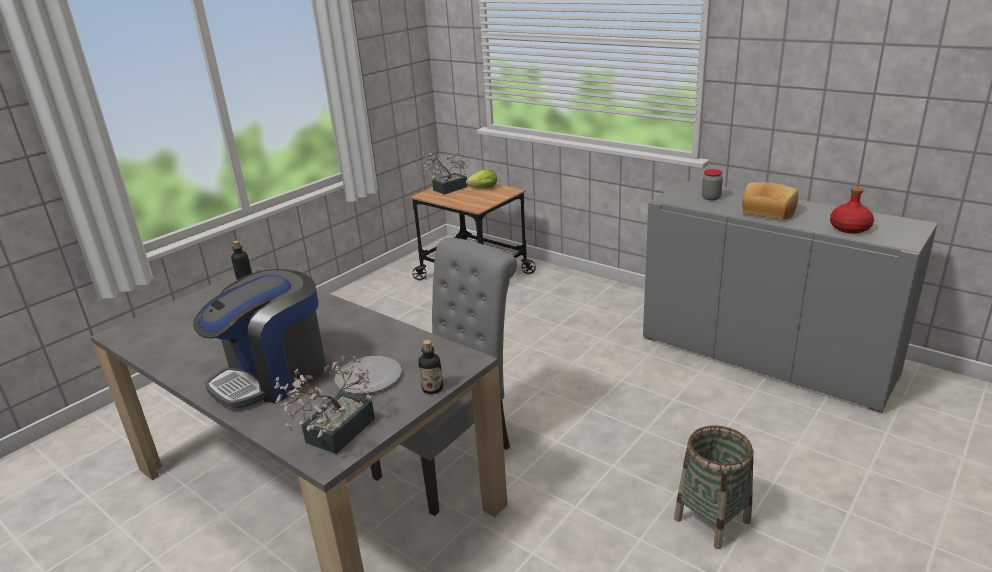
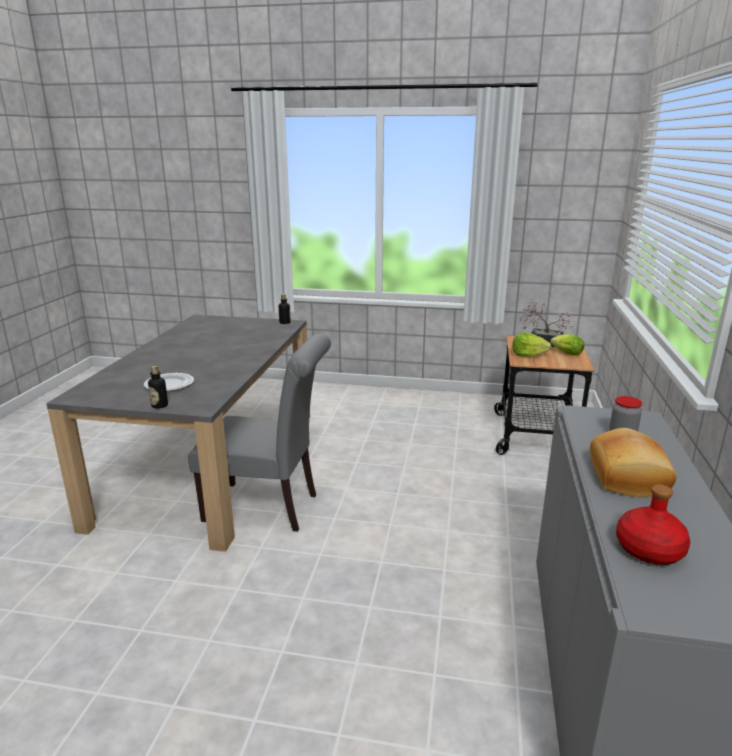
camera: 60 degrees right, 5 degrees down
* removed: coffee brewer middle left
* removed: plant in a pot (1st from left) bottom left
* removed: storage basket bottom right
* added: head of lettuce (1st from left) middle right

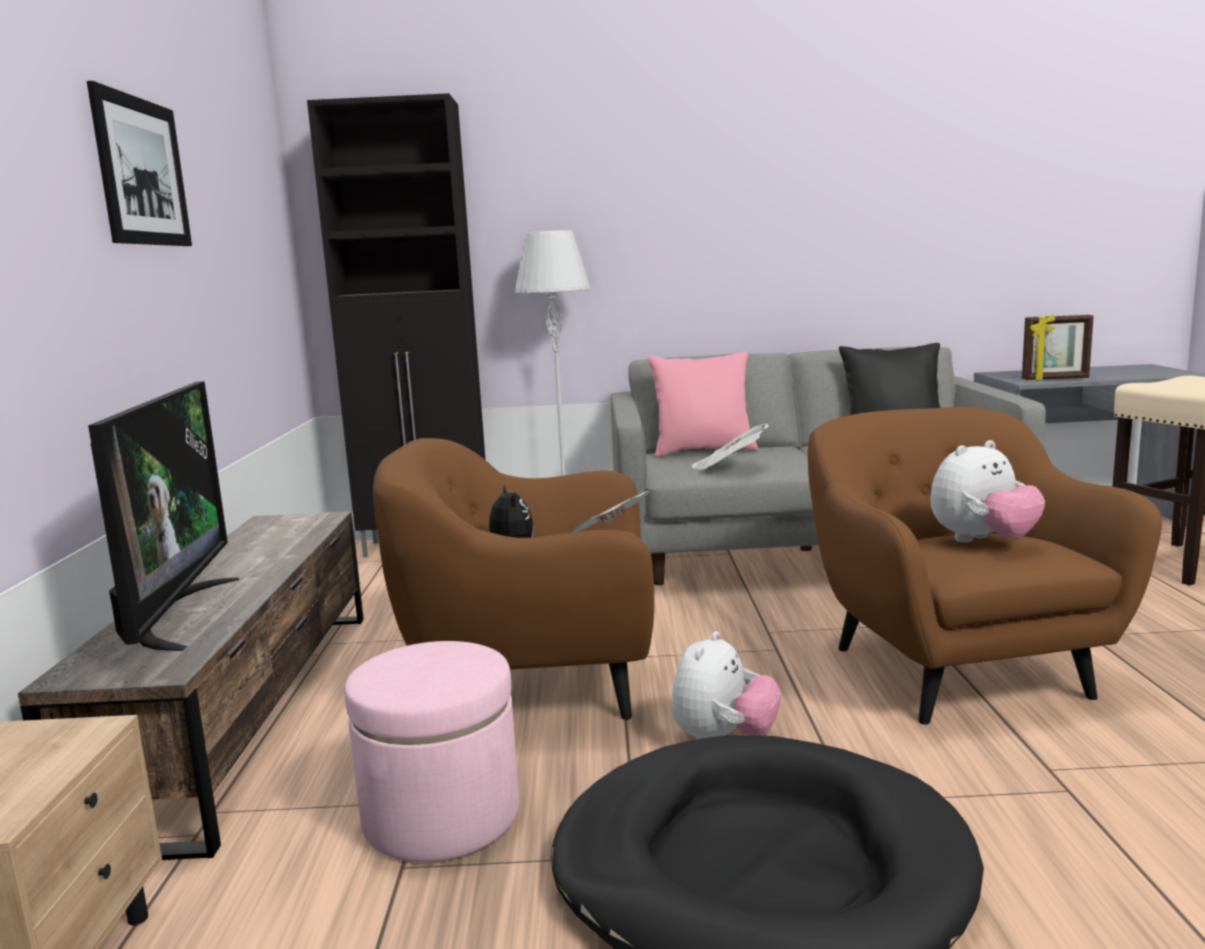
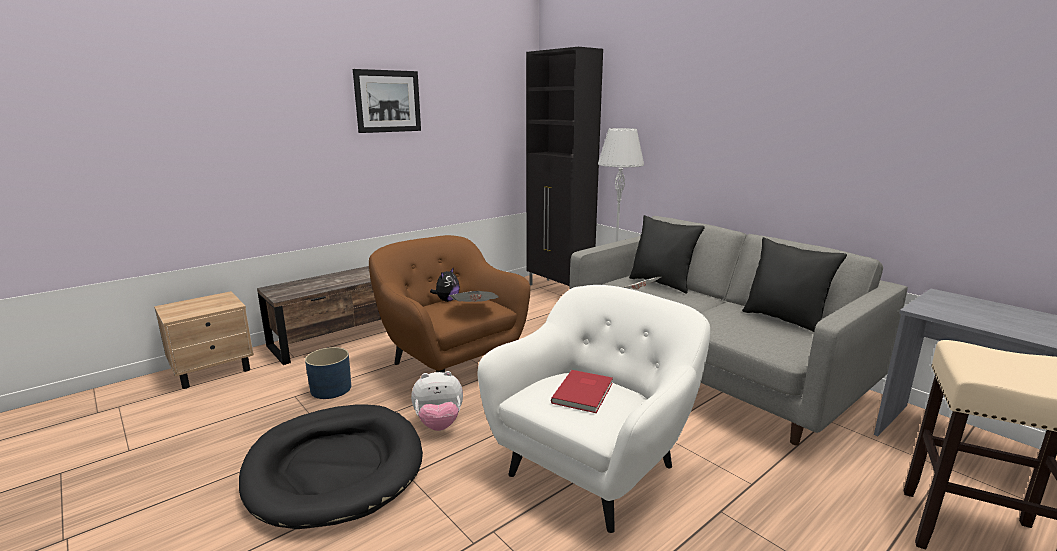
camera: 50 degrees right, 5 degrees up
* removed: television middle left
* replaced: pink pouffe bottom centre to blue-coloured plant pot bottom left
* recoloured: pink cushion centre to blackish cushion (1st from left) centre
* recoloured: brown-coloured armchair (2nd from left) middle right to white-coloured armchair bottom centre
* replaced: cuddly toy (3rd from left) middle right to red-coloured bound book bottom centre
* removed: photo frame middle right

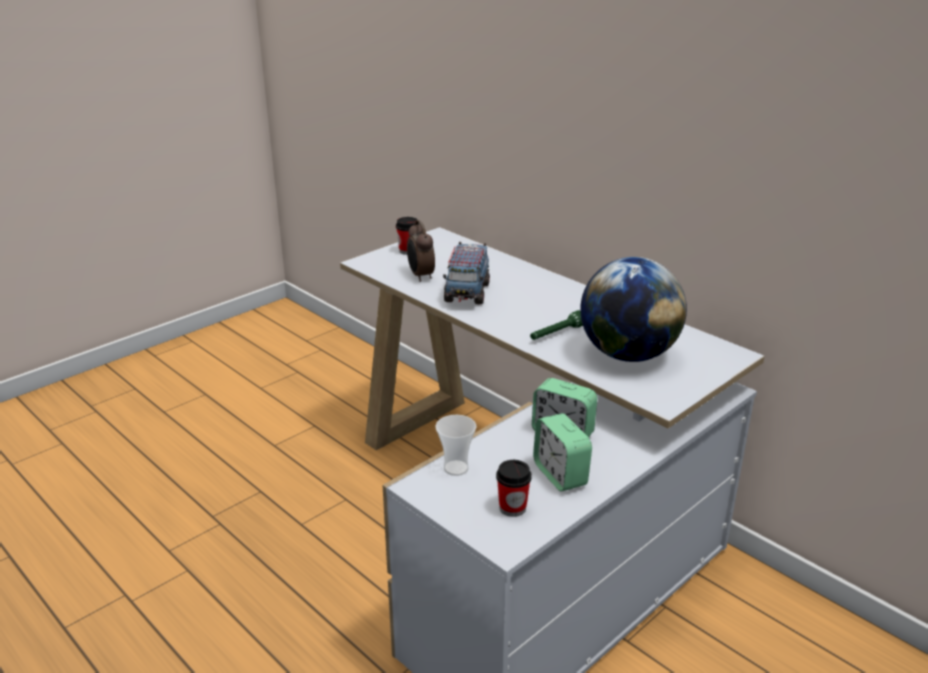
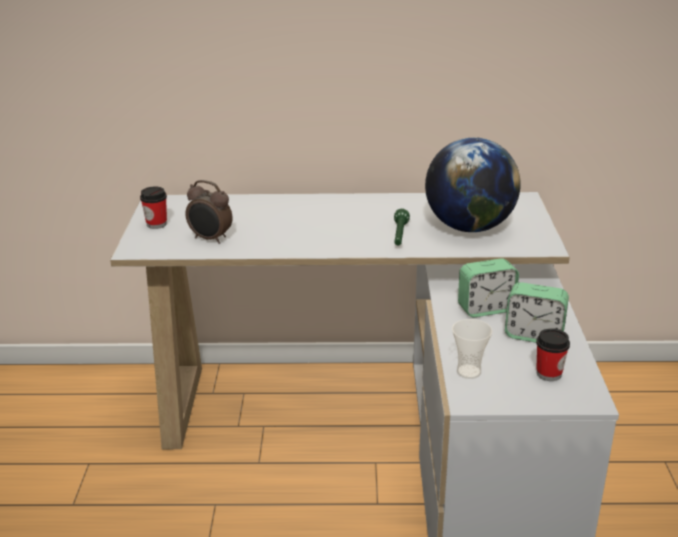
camera: 45 degrees left, 0 degrees up
* removed: toy lorry centre

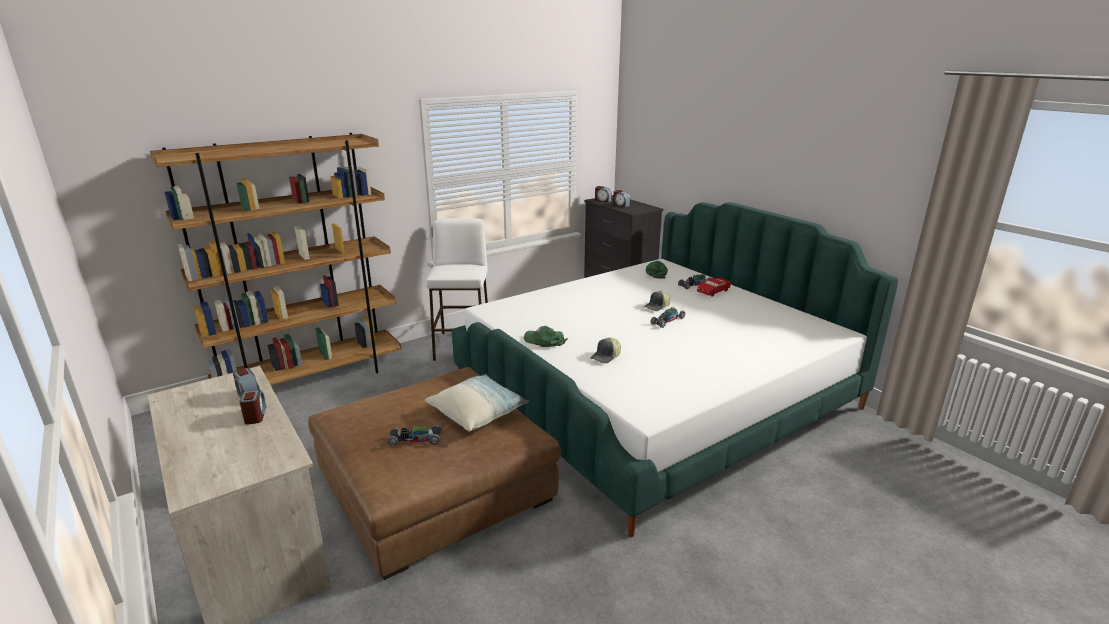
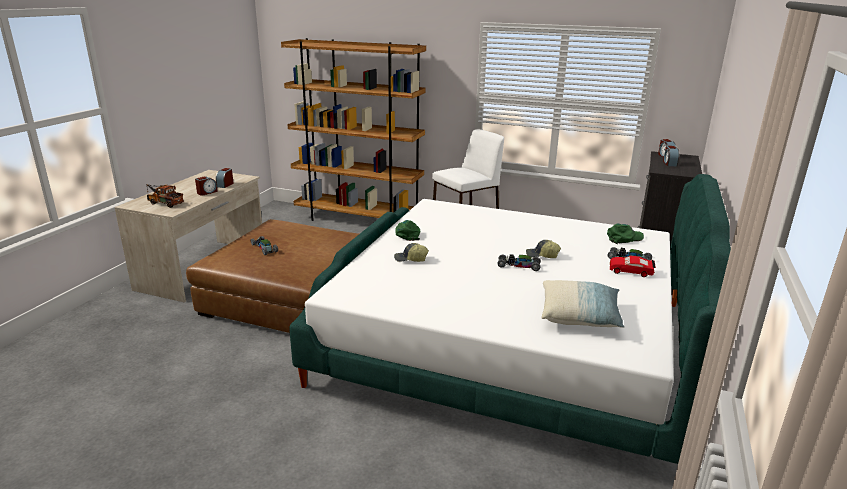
camera: 55 degrees right, 0 degrees up
* moved: cushion centre to middle right
* added: toy lorry middle left

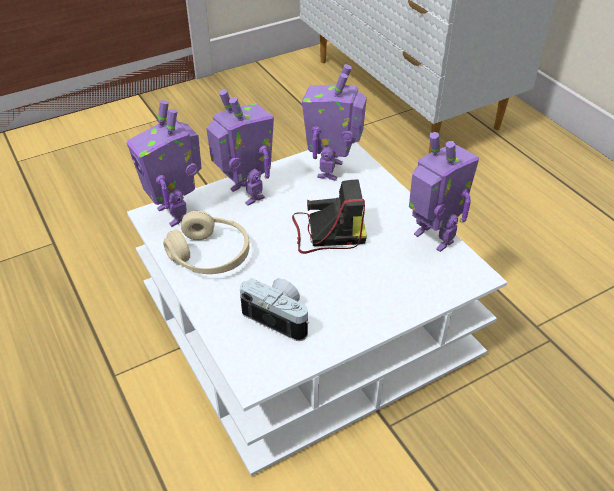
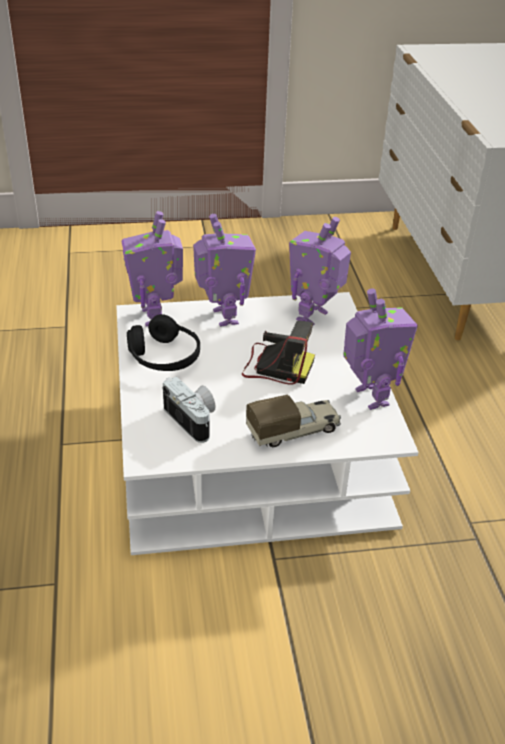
camera: 20 degrees right, 5 degrees down
* recoloured: beige-coloured headphones centre to blackish headphones middle left
* added: toy lorry centre

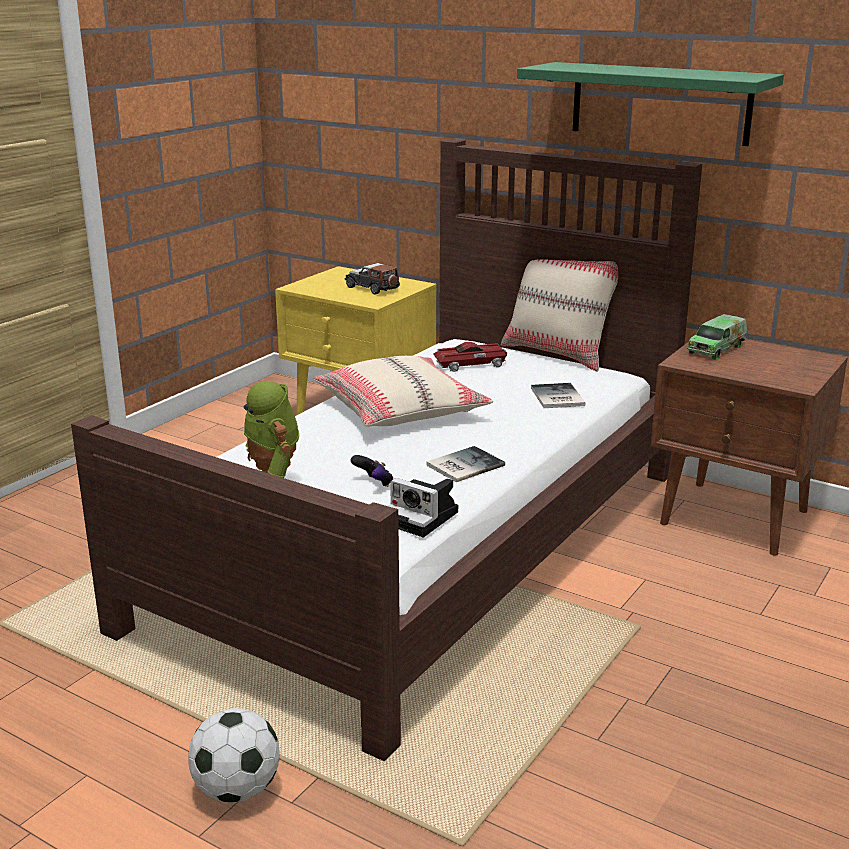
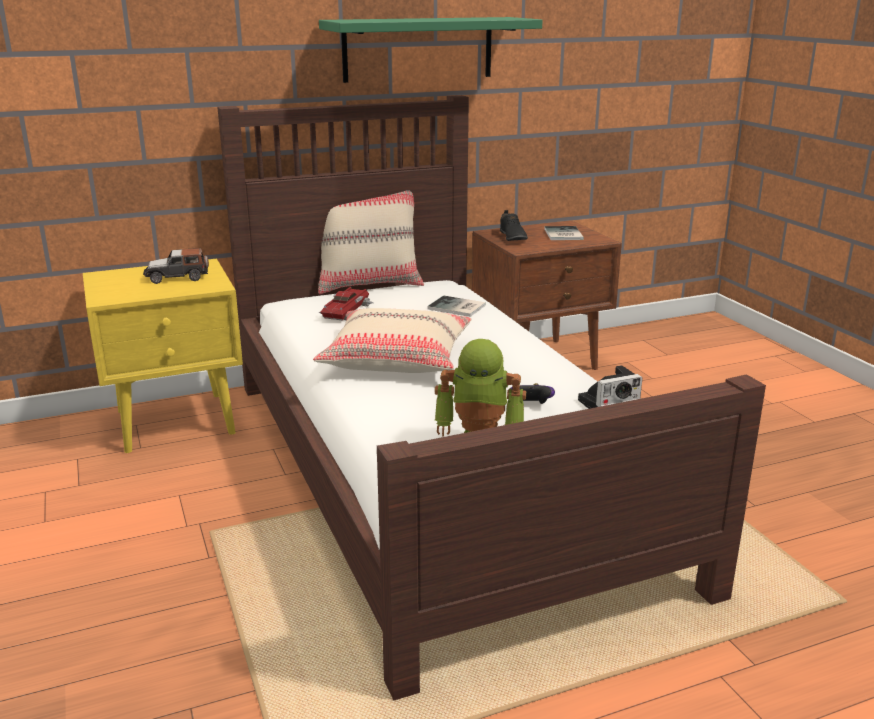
camera: 55 degrees left, 0 degrees up
* removed: football bottom left
* moved: bound book (1st from left in the first image) centre to bound book (2nd from left) top centre
* replaced: toy lorry middle right to blackish low shoe top centre

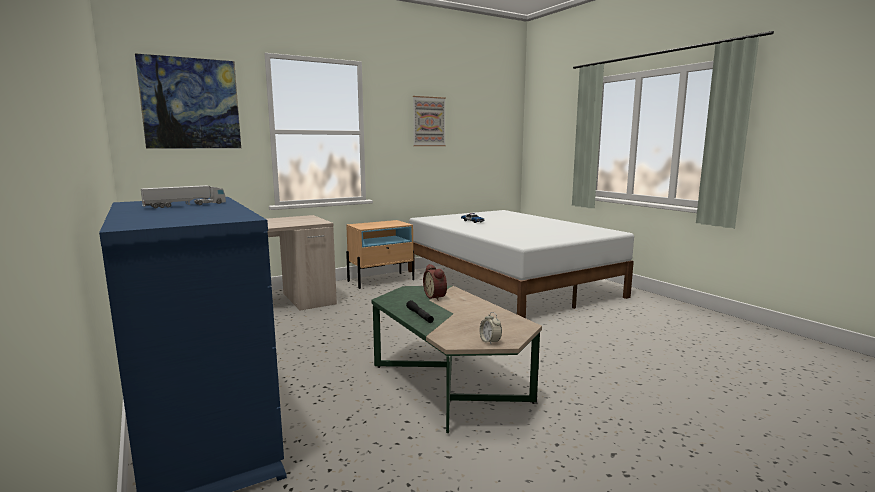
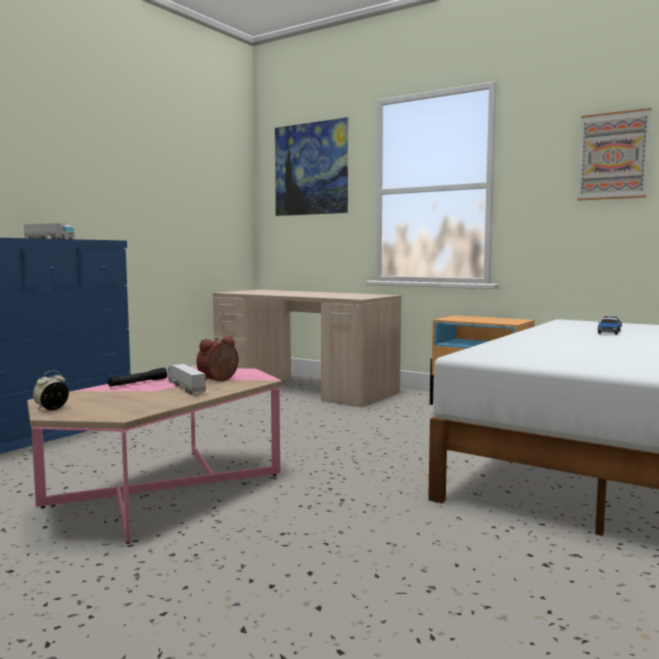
camera: 65 degrees right, 5 degrees down
* recoloured: green coffee table bottom centre to pink coffee table bottom left
* added: toy lorry (2nd from left) middle left

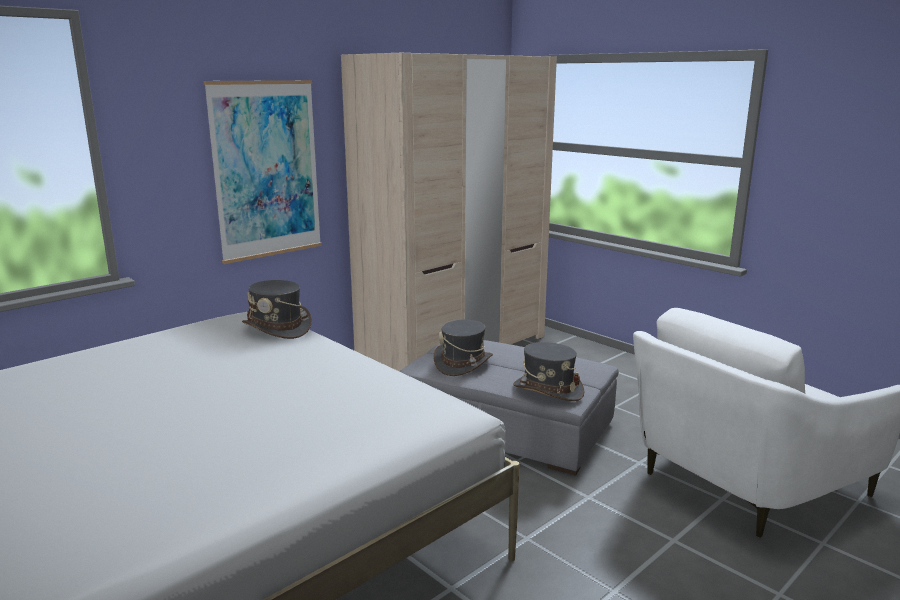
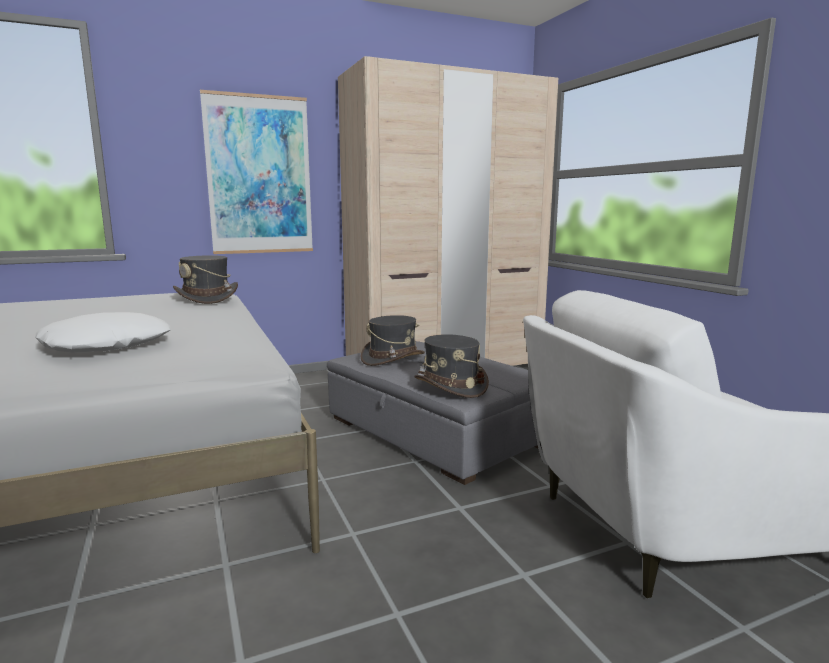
camera: 20 degrees right, 5 degrees down
* added: white-coloured cushion middle left

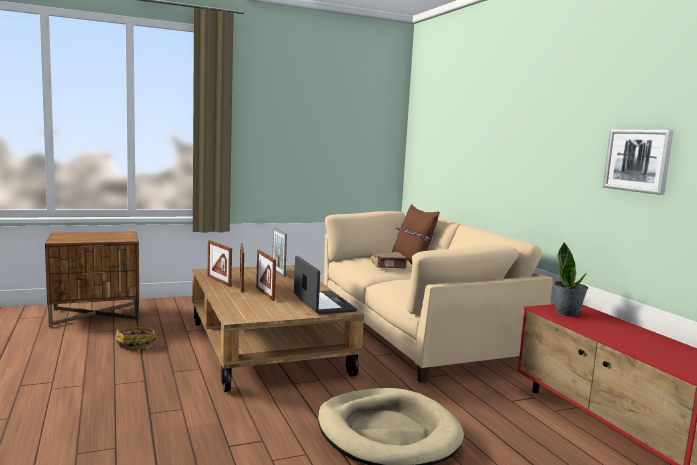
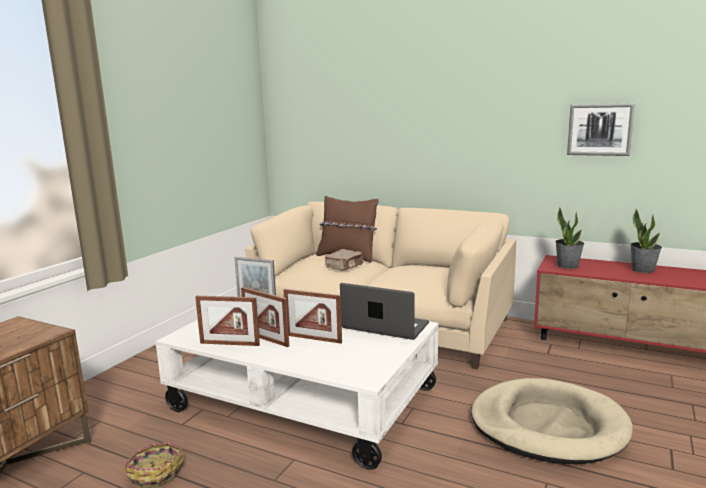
camera: 40 degrees left, 5 degrees up
* recoloured: brown-coloured coffee table bottom centre to white-coloured coffee table bottom centre
* added: plant in a pot (2nd from left) middle right

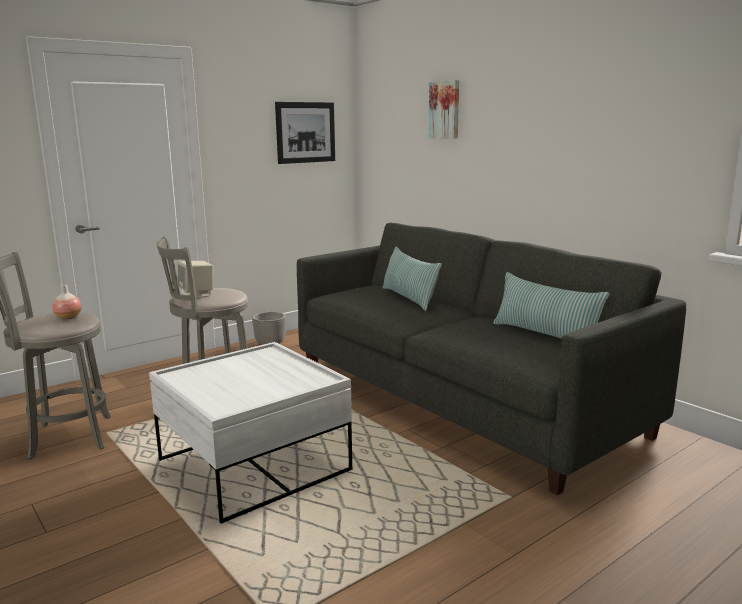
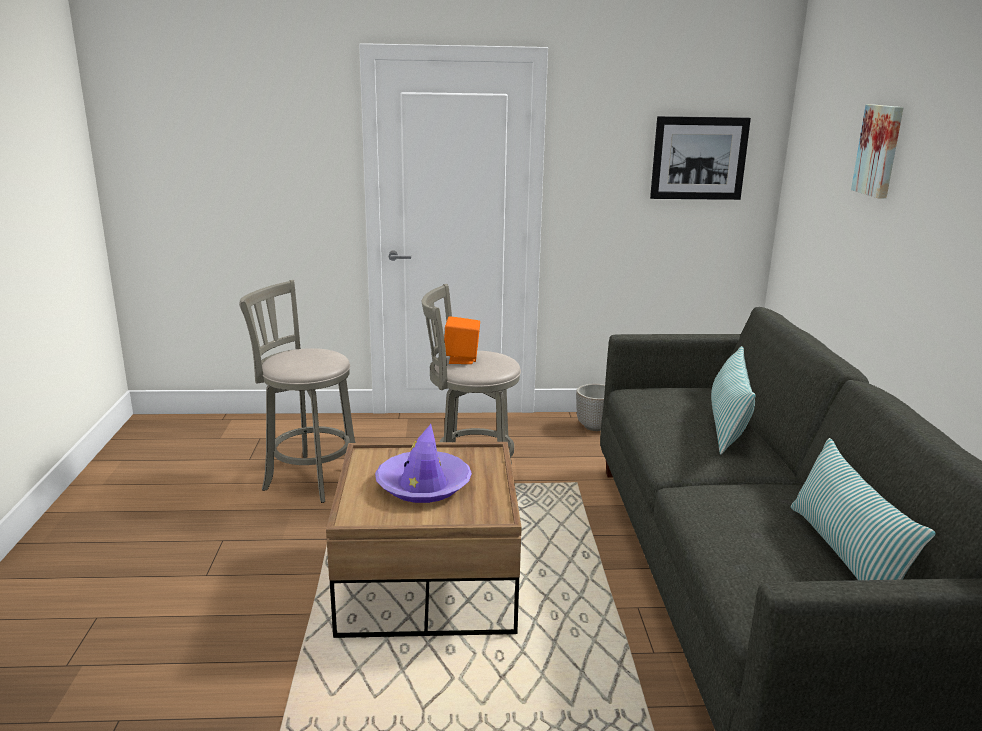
camera: 35 degrees right, 5 degrees up
* removed: decorative vase middle left
* recoloured: white-coloured coffee table bottom centre to brown-coloured coffee table bottom centre
* recoloured: beige-coloured loudspeaker middle left to orange loudspeaker centre
* added: purple hat centre

